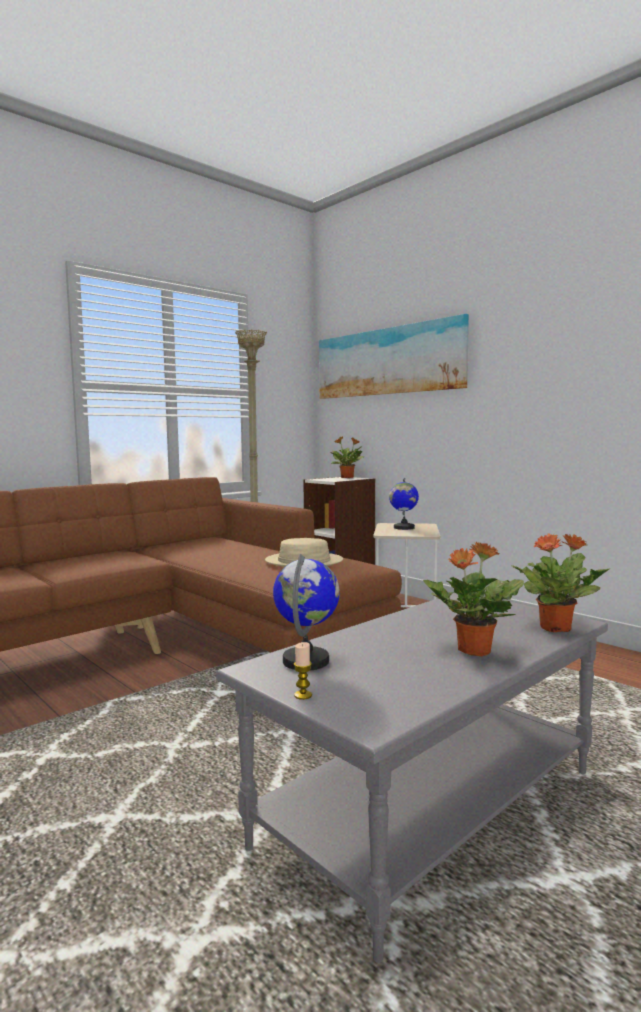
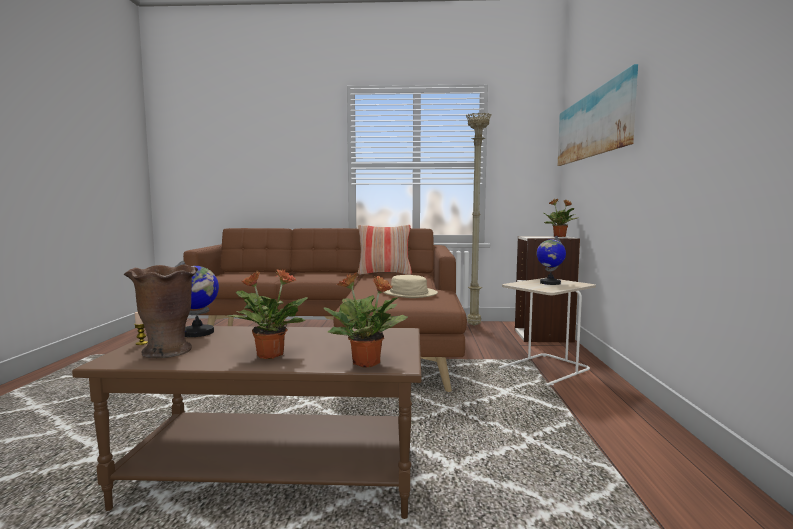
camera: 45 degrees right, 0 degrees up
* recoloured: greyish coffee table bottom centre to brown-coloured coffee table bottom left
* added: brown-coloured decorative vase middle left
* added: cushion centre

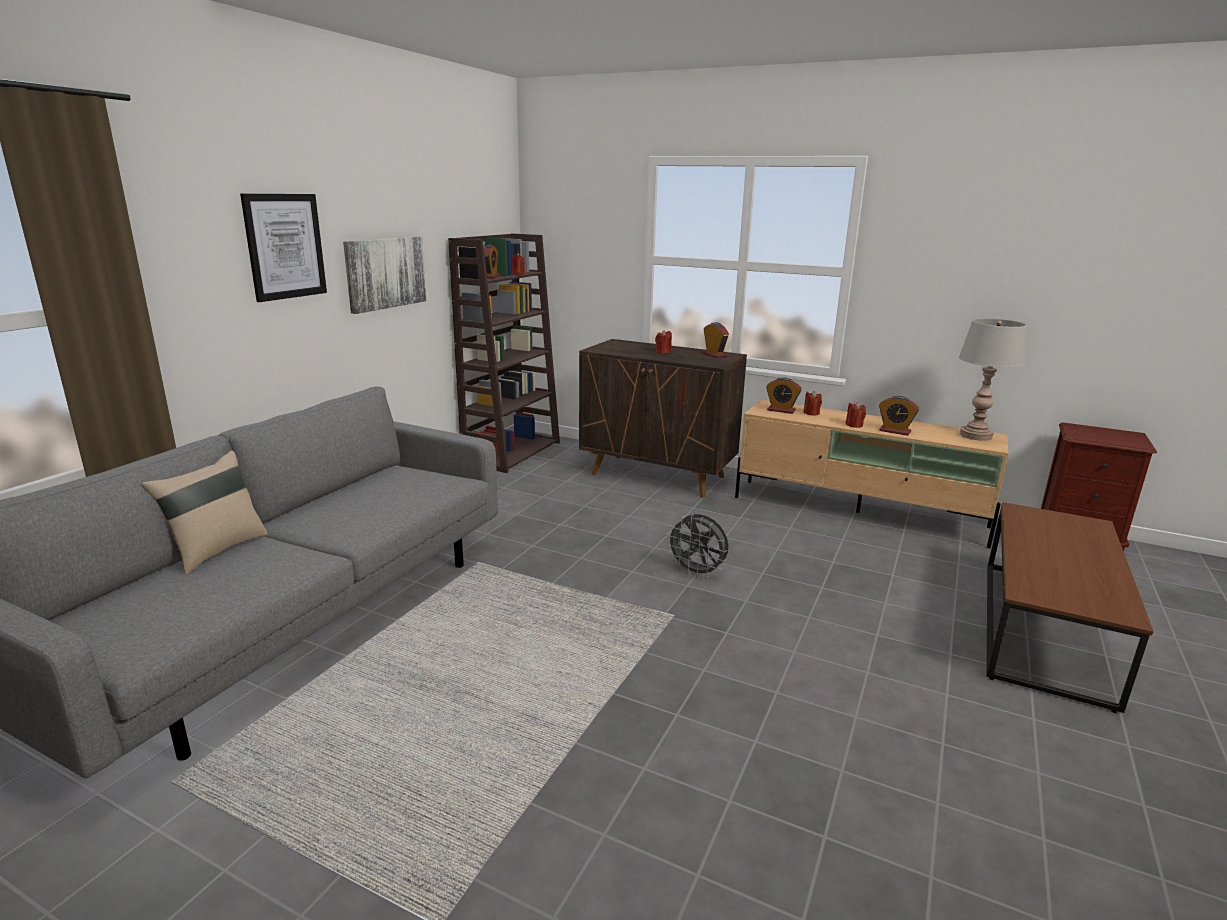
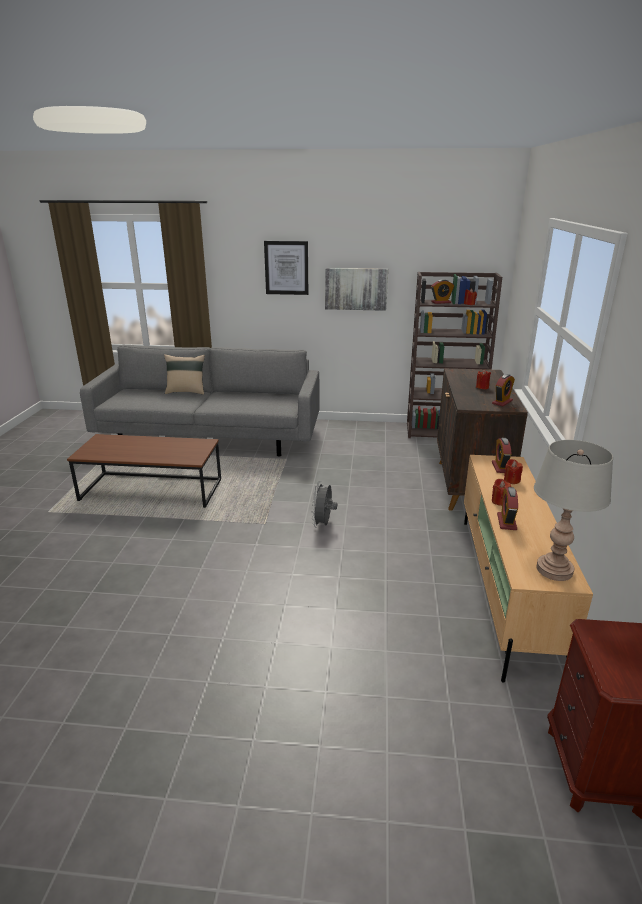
camera: 70 degrees right, 5 degrees up
* moved: brown-coloured coffee table middle right to middle left

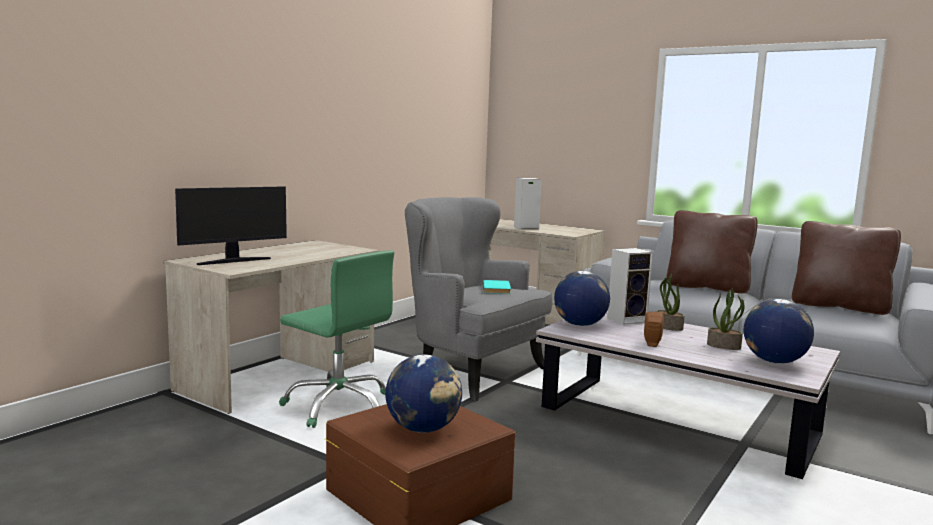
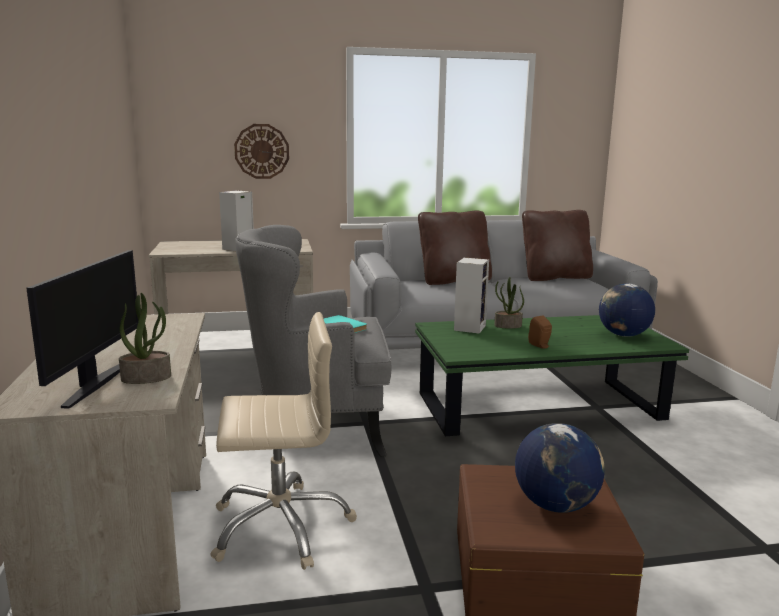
camera: 45 degrees left, 5 degrees up
* recoloured: green office chair centre to beige-coloured office chair bottom centre
* recoloured: white-coloured coffee table bottom right to green coffee table middle right
* removed: world globe (2nd from left) centre
* moved: plant in a pot (2nd from left in the first image) middle right to plant in a pot (1st from left) middle left
* added: wall clock top centre

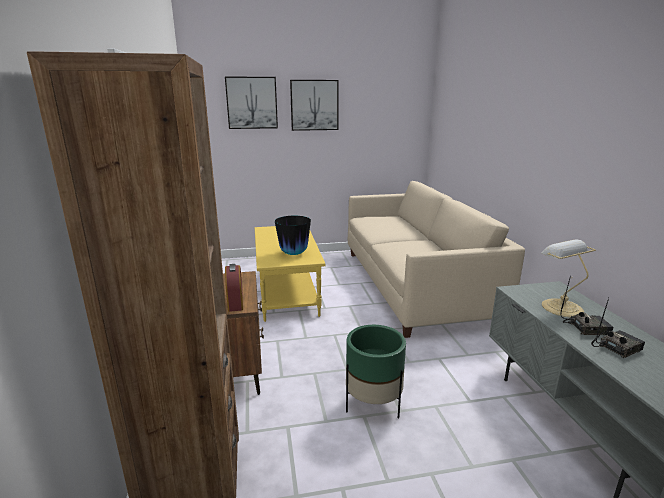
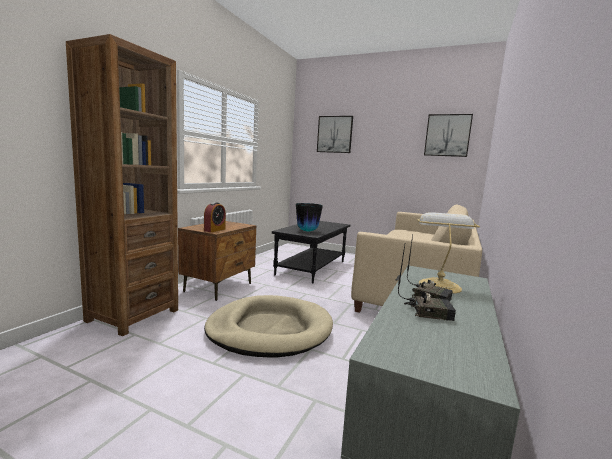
camera: 35 degrees right, 10 degrees down
* recoloured: yellow-coloured coffee table centre to blackish coffee table centre
* moved: wall picture (2nd from left) top centre to top right
* replaced: green plant pot bottom centre to beige-coloured pet bed bottom centre

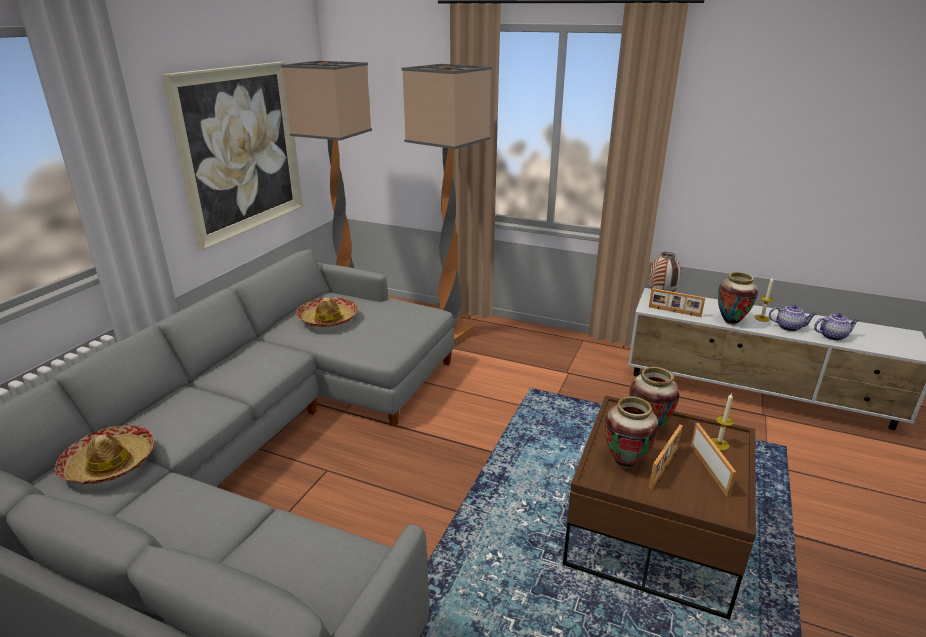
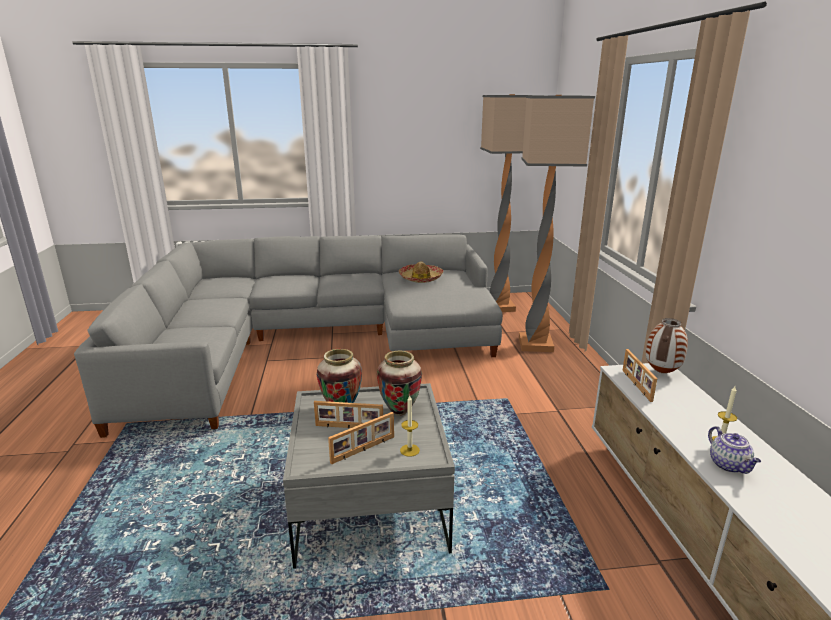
camera: 60 degrees right, 5 degrees down
* removed: hat (1st from left) bottom left
* removed: wall picture top left
* recoloured: brown-coloured coffee table bottom right to greyish coffee table bottom centre
* removed: decorative vase (4th from left) middle right
* removed: tea pot (2nd from left) middle right

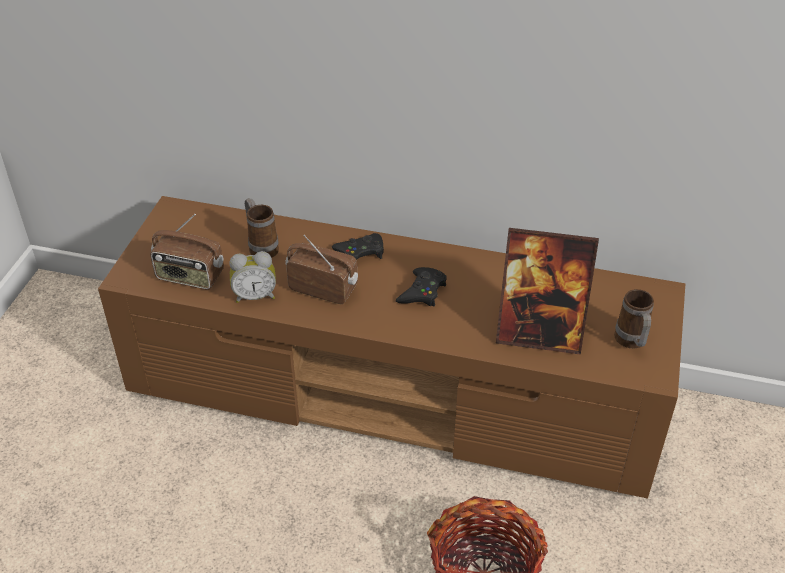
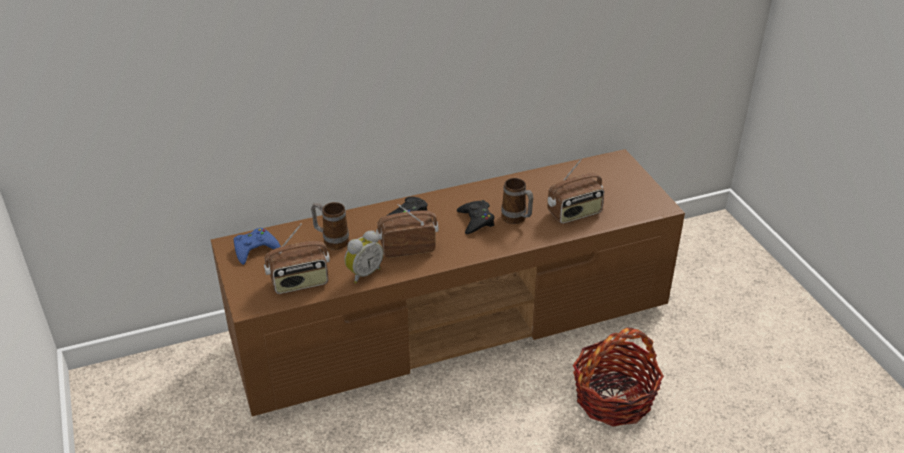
camera: 35 degrees left, 5 degrees down
* replaced: photo frame middle right to radio (3rd from left) centre
* moved: mug (2nd from left) middle right to centre
* added: blue-coloured joypad middle left

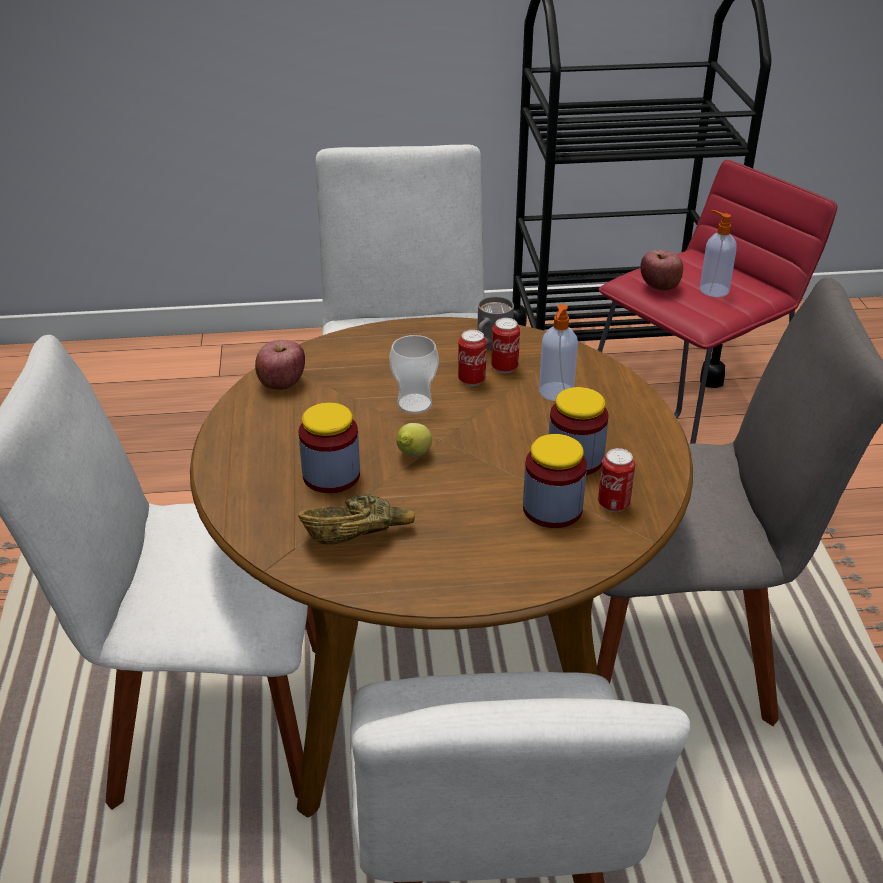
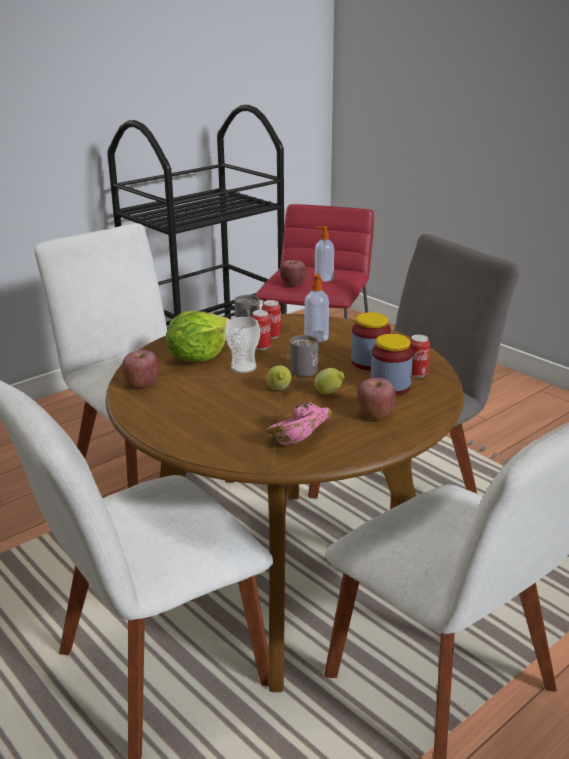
camera: 35 degrees left, 10 degrees down
* recoloured: brown-coloured bowl centre to pink bowl centre
* removed: storage jar (1st from left) centre
* added: head of lettuce centre
* added: greyish mug (2nd from left) centre
* added: lemon (2nd from left) centre
* added: apple (3rd from left) centre

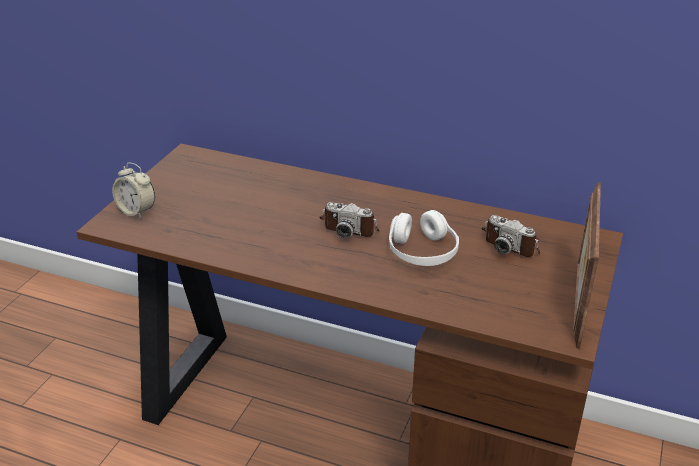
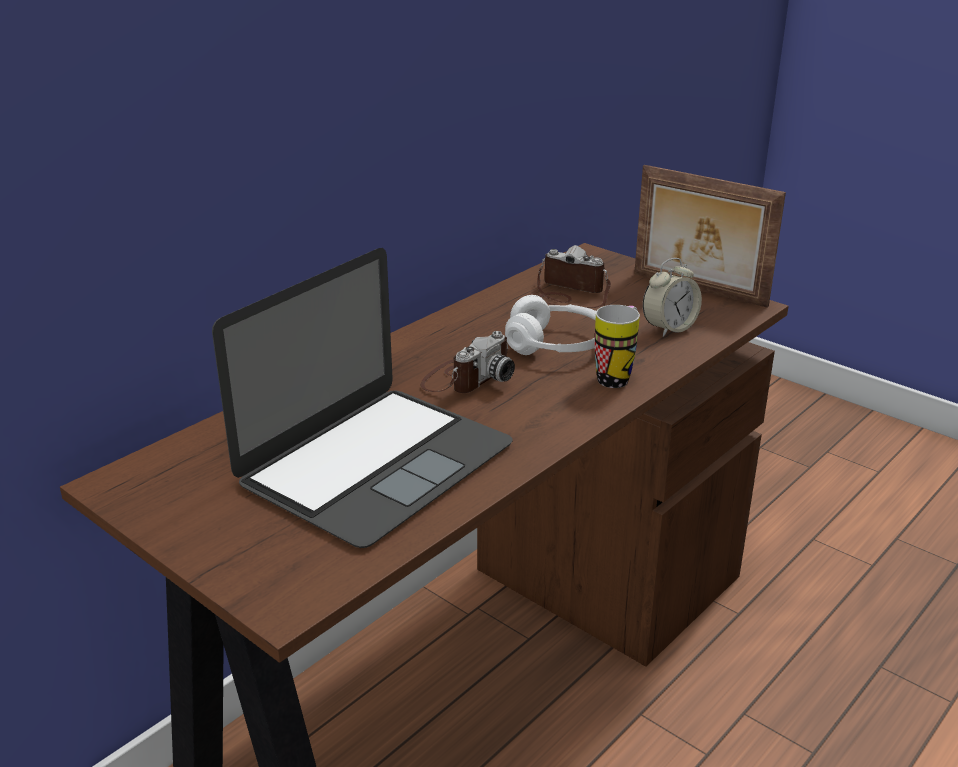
camera: 70 degrees left, 5 degrees down
* moved: bedside clock middle left to middle right
* turned: still camera (2nd from left) middle right = centre 120 degrees counterclockwise
* added: notebook computer centre
* added: mug centre

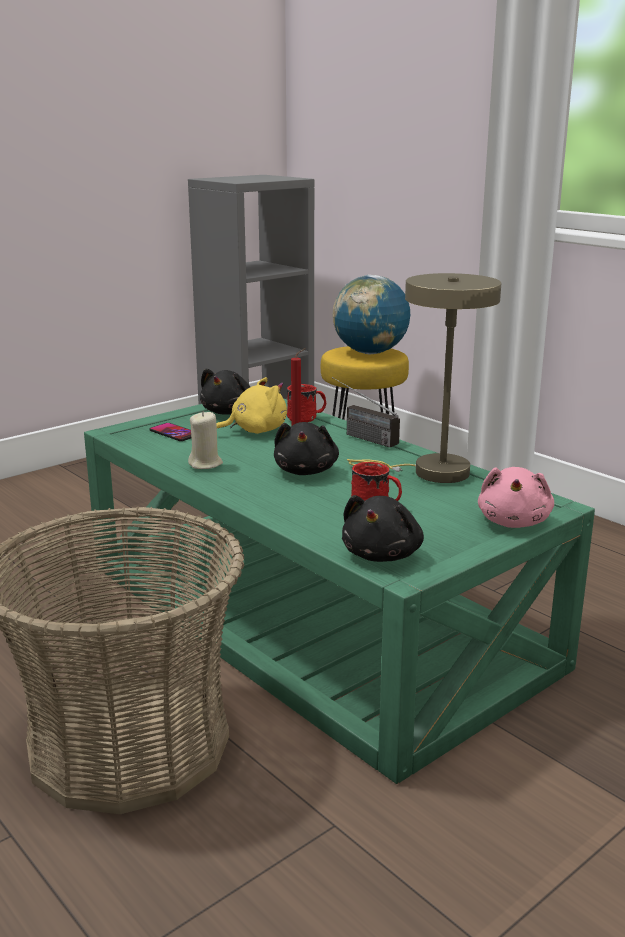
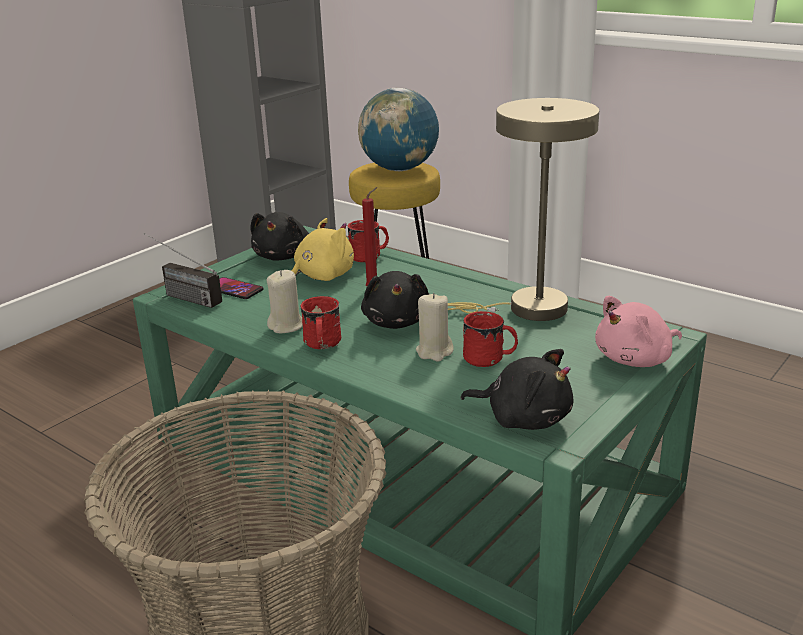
camera: 10 degrees left, 5 degrees up
* moved: radio centre to middle left
* turned: blackish cuddly toy (3rd from left) centre = centre 75 degrees counterclockwise
* turned: pink cuddly toy middle right = middle right 60 degrees clockwise
* added: red-coloured mug (1st from left) centre
* added: beige-coloured candle (2nd from left) centre

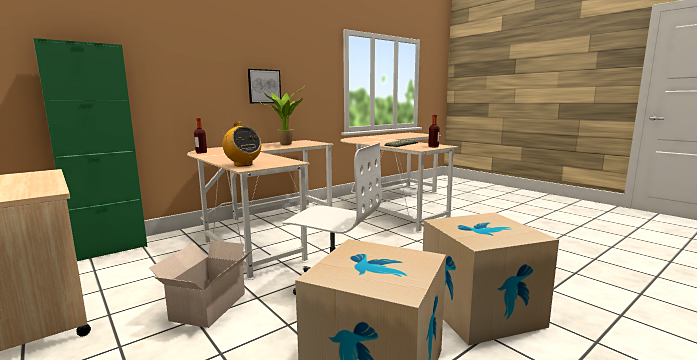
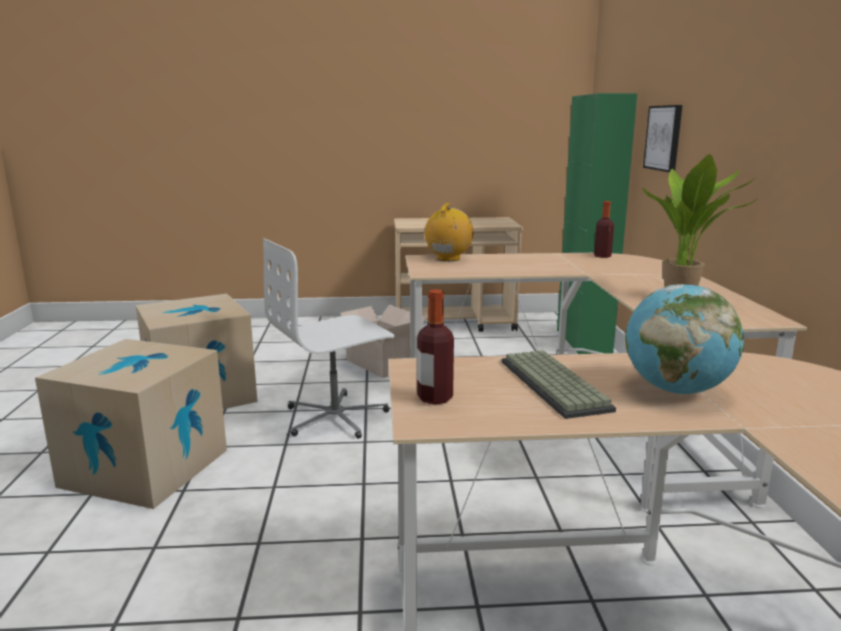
camera: 125 degrees right, 5 degrees up
* turned: radio centre = centre 120 degrees clockwise
* moved: wall picture top centre to top right
* added: world globe middle right

